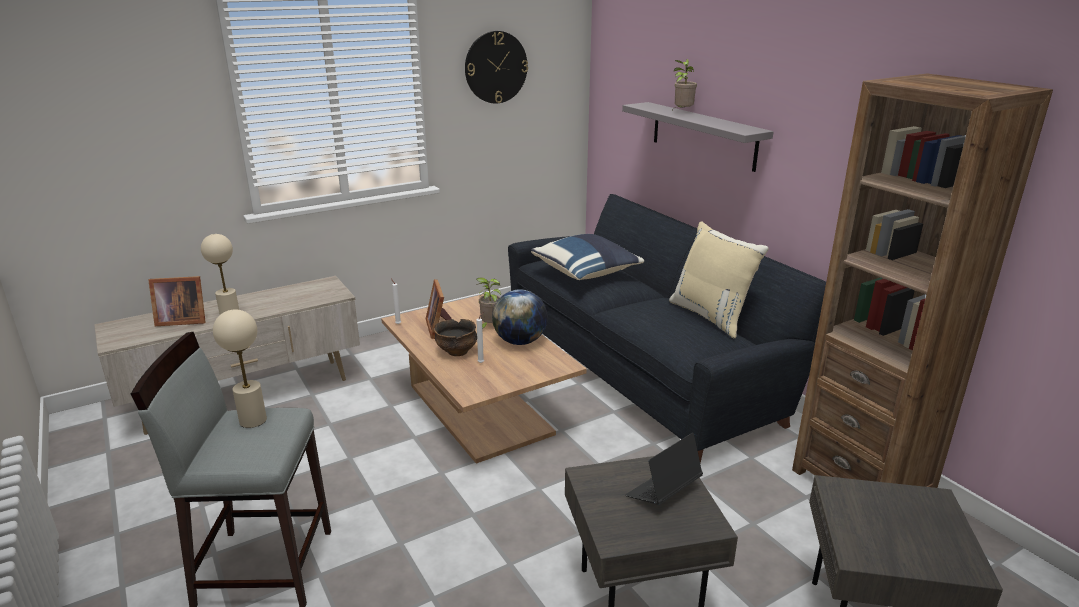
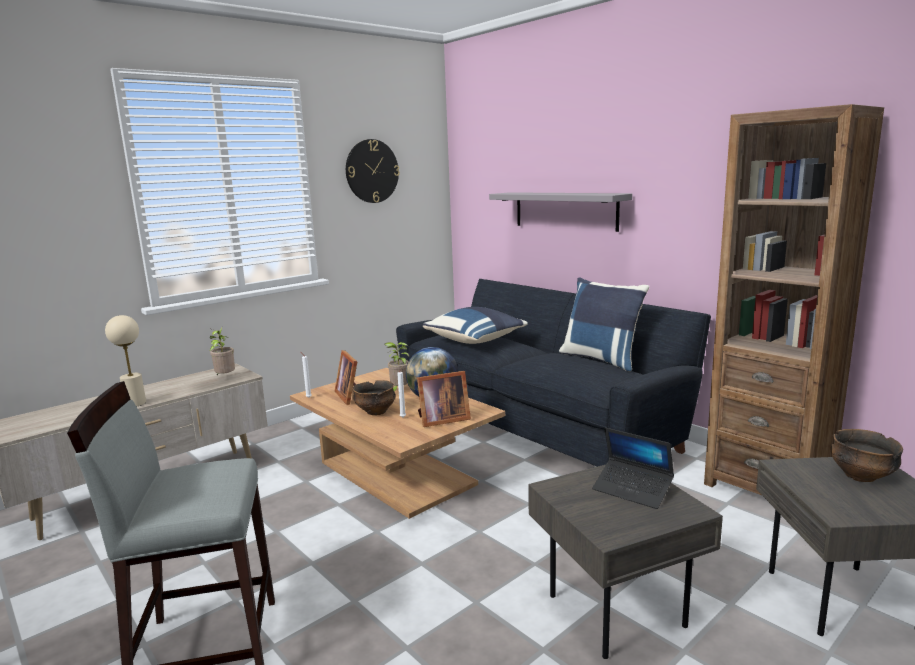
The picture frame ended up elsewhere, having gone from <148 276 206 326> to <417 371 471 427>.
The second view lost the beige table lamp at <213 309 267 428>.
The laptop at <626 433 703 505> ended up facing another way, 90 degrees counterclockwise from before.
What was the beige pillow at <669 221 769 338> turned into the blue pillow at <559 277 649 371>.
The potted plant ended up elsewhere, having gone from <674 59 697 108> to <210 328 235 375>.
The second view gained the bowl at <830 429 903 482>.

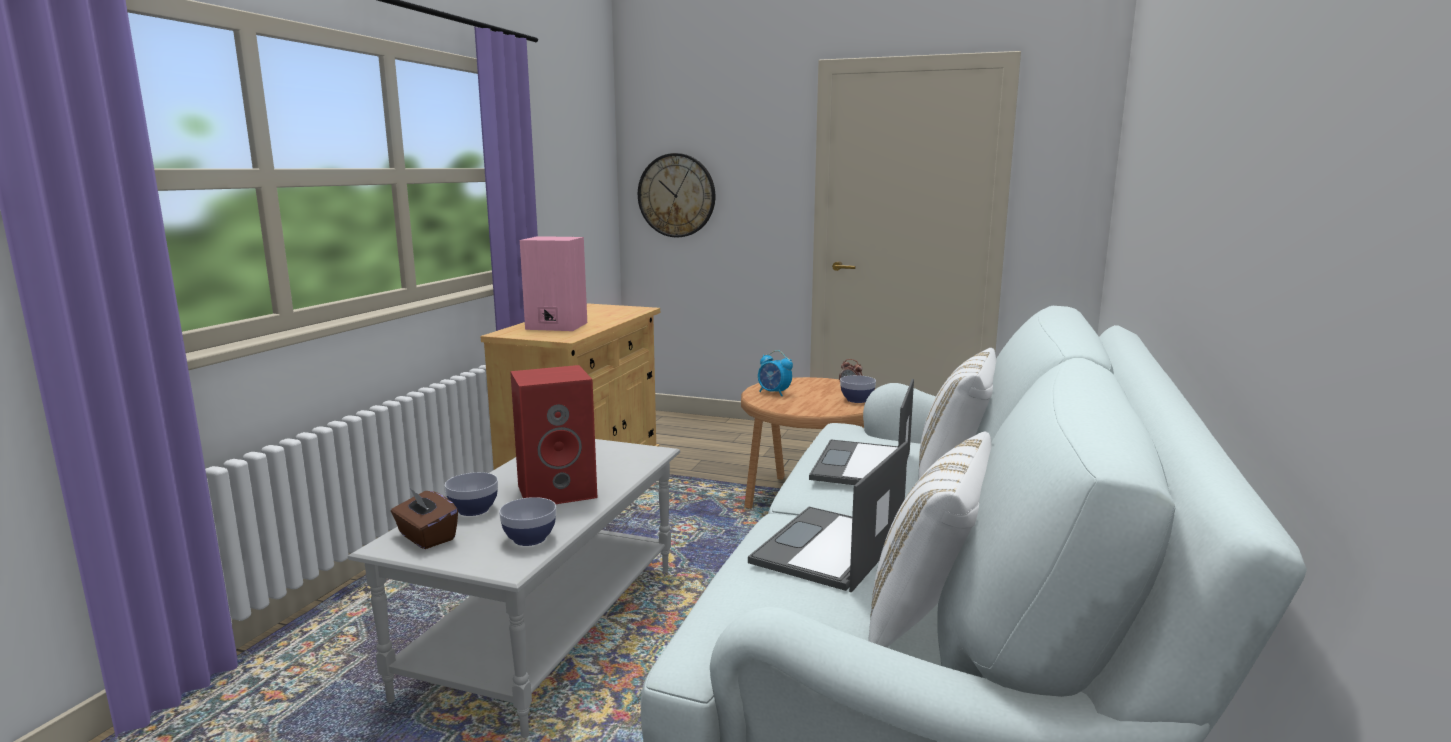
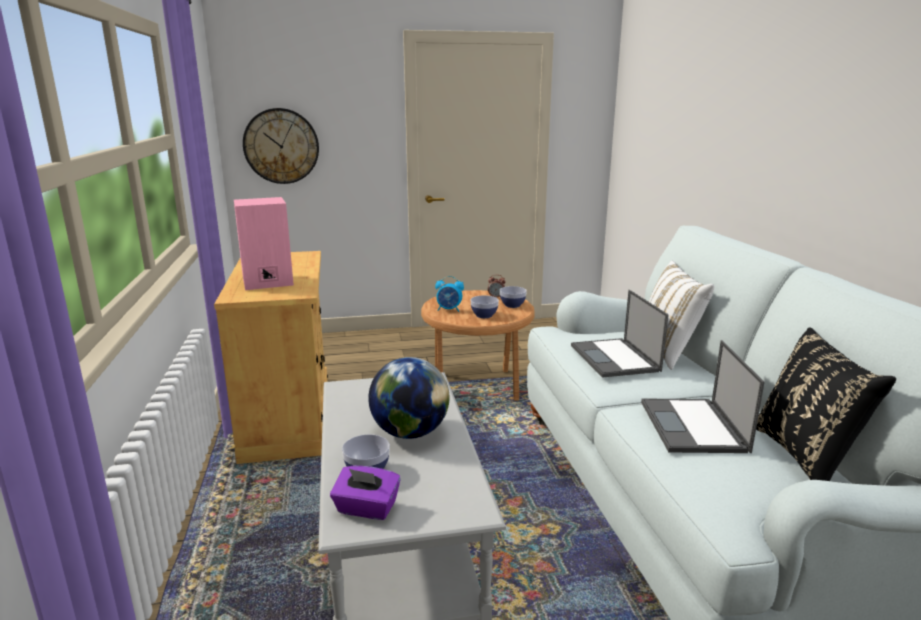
What was the brown tissue box at <391 487 458 549> turned into the purple tissue box at <330 466 401 520>.
The bowl ended up elsewhere, having gone from <499 497 556 546> to <471 295 499 318>.
Where the red speaker stood at <510 365 597 504>, the globe came to stand at <368 357 449 439>.
What was the white pillow at <868 432 992 648> turned into the black pillow at <756 327 896 481>.

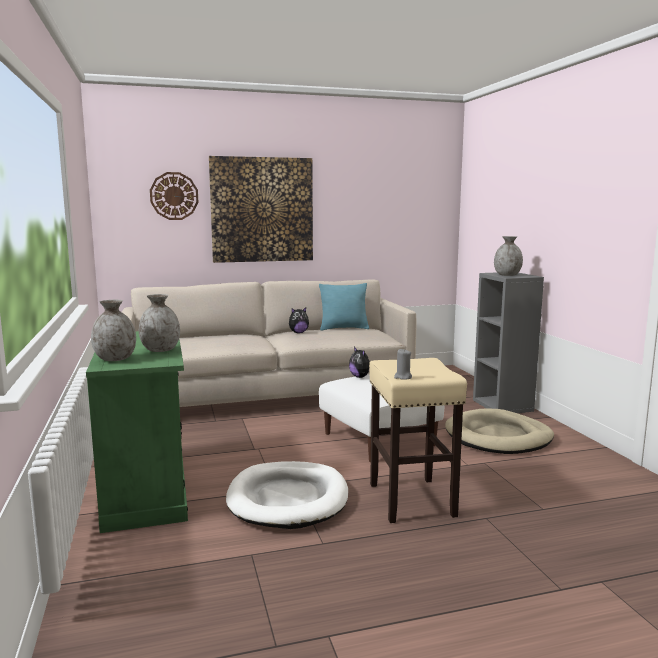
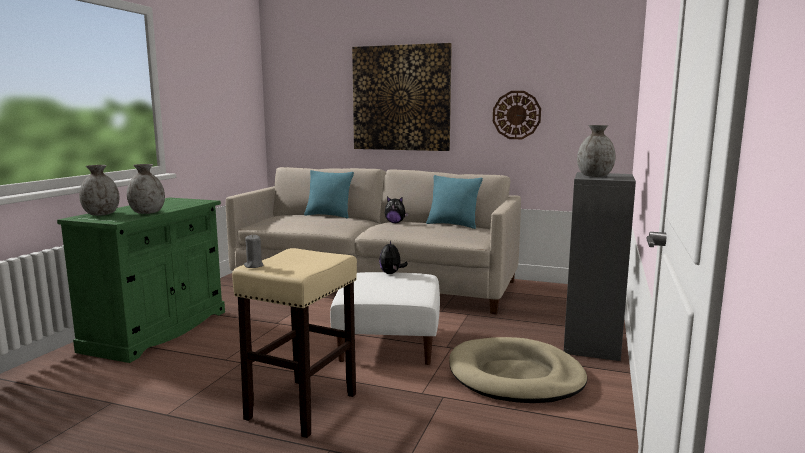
The wall clock ended up elsewhere, having gone from <150 172 198 220> to <493 91 541 139>.
The second view lost the white dog bed at <226 461 348 529>.
The second view gained the turquoise pillow at <304 170 354 218>.

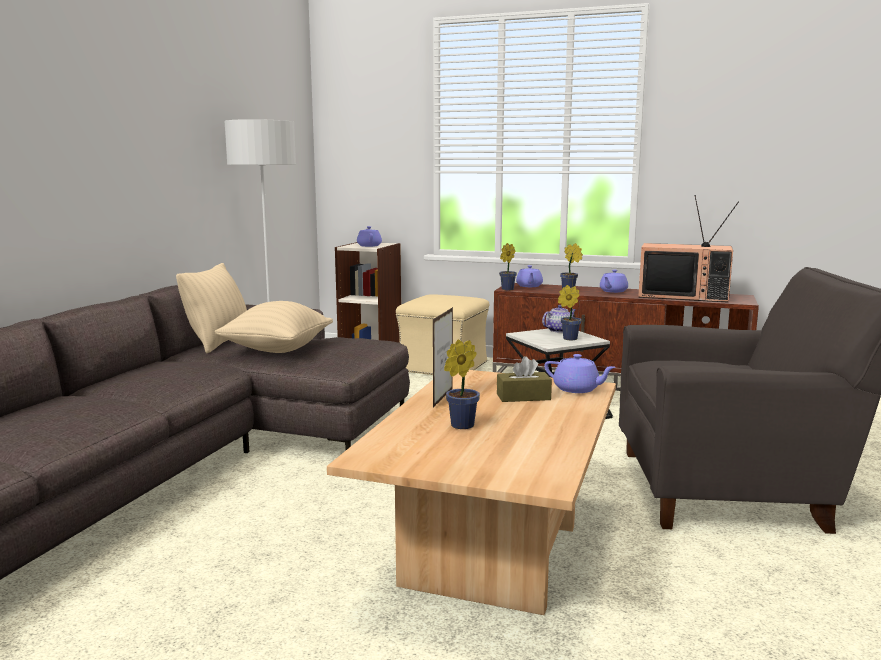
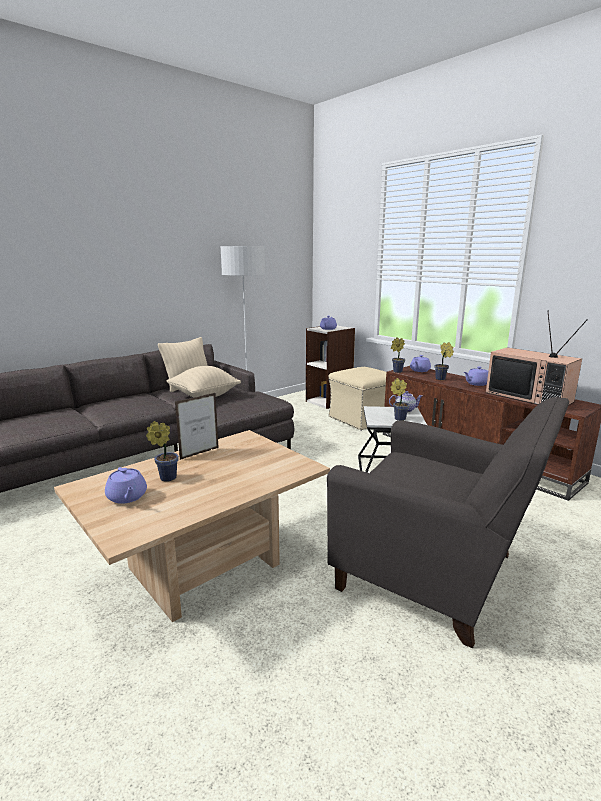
The second view lost the brown tissue box at <497 356 552 402>.
The purple teapot ended up elsewhere, having gone from <544 354 616 393> to <105 467 147 504>.

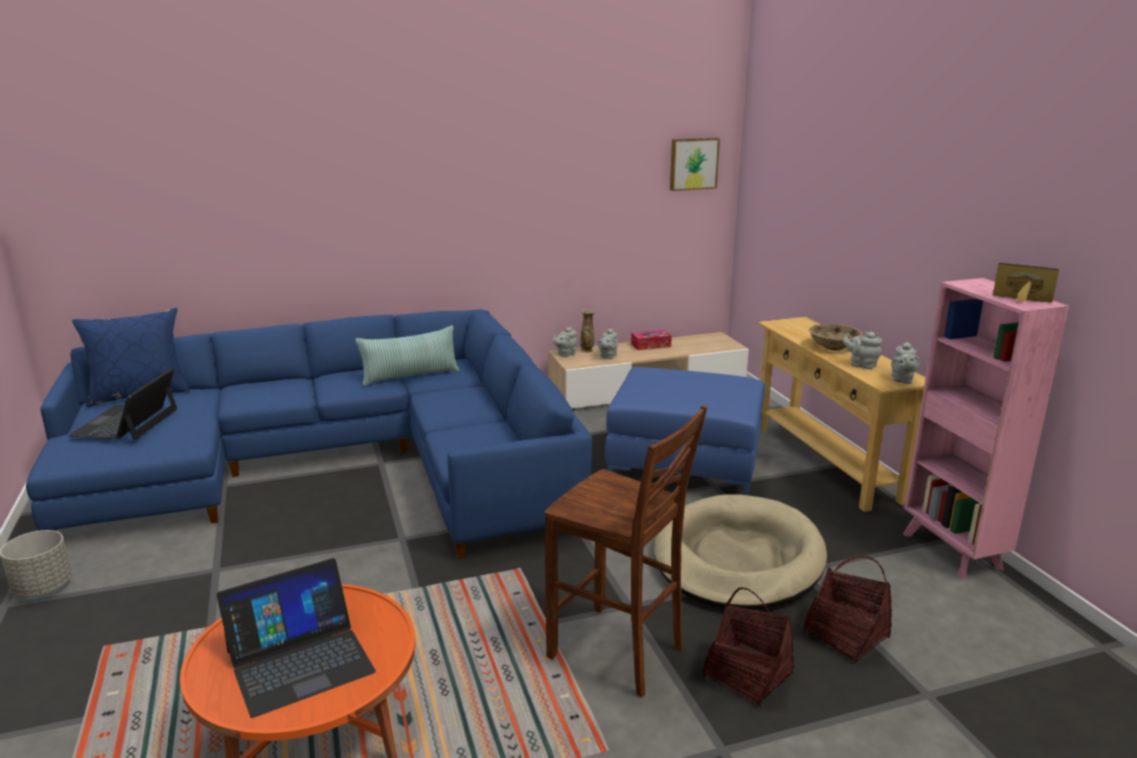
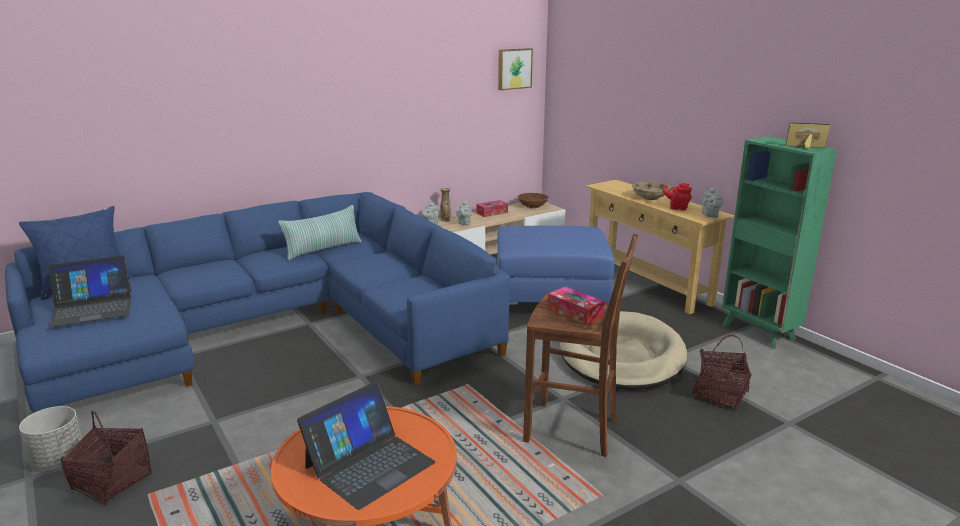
The laptop at <68 368 177 440> ended up facing another way, 105 degrees counterclockwise from before.
The basket ended up elsewhere, having gone from <703 588 794 707> to <60 411 152 506>.
What was the grey teapot at <842 332 882 369> turned into the red teapot at <663 183 692 210>.
What was the pink bookcase at <903 278 1069 579> turned into the green bookcase at <722 136 837 349>.
The second view gained the brown bowl at <518 193 549 208>.
The second view gained the tissue box at <547 286 605 325>.

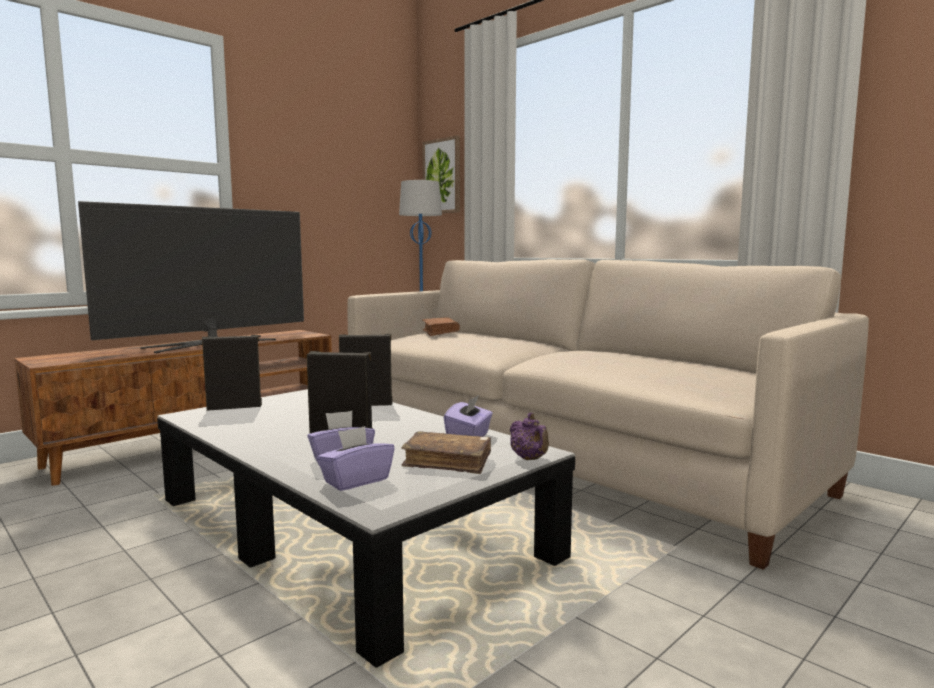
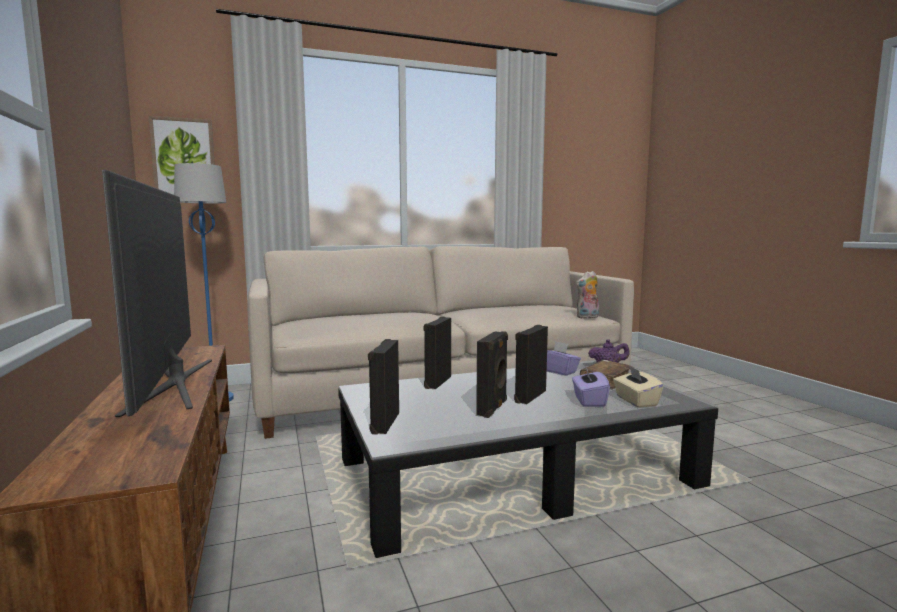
What was the purple tissue box at <317 426 395 491> turned into the beige tissue box at <613 365 664 408>.
The second view lost the brown book at <422 318 460 336>.
The second view gained the black speaker at <476 331 508 418>.
The second view gained the plush toy at <576 271 599 319>.

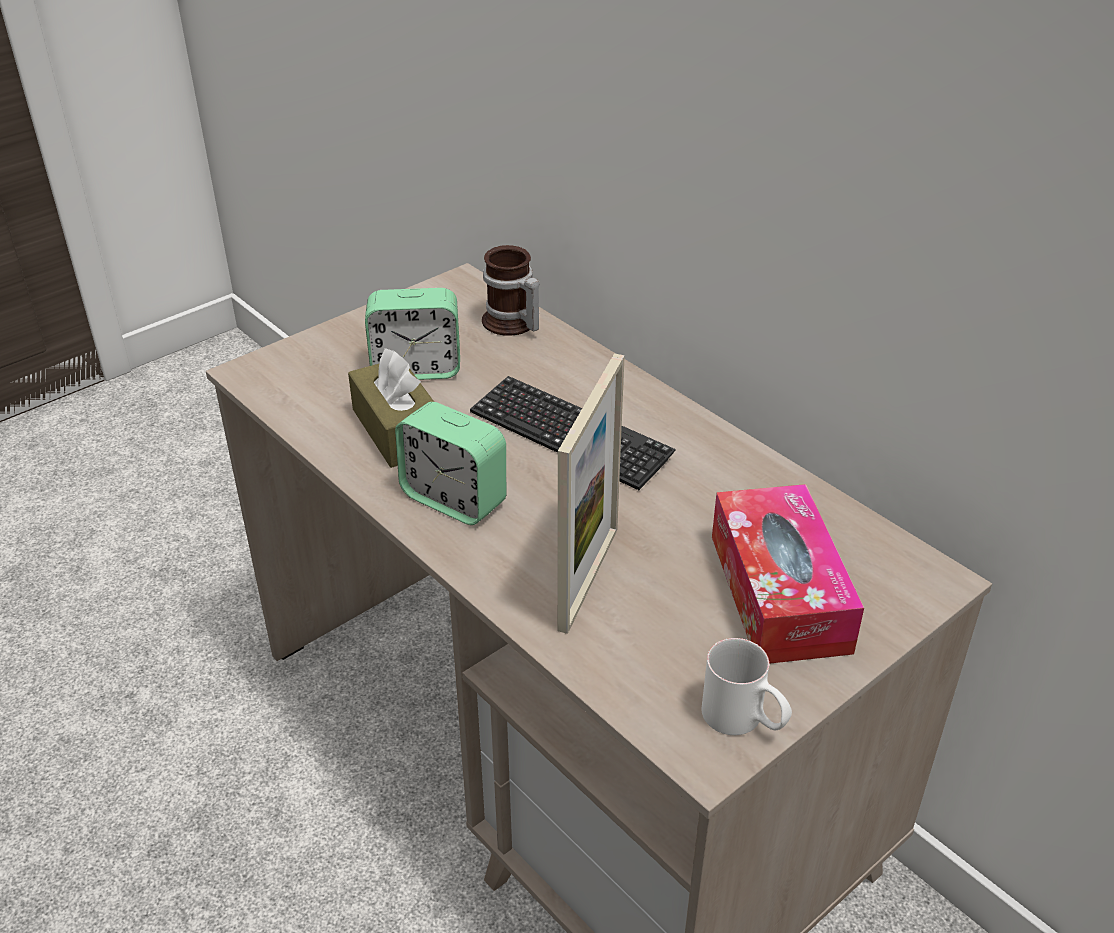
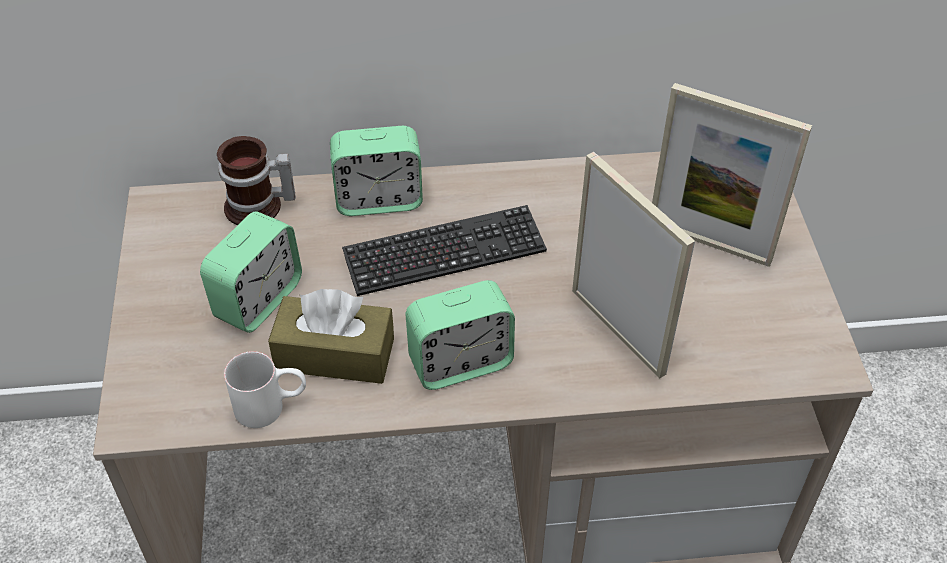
The white mug ended up elsewhere, having gone from <701 638 792 735> to <224 351 306 428>.
Where the tissue box stood at <712 484 864 664>, the picture frame came to stand at <652 83 812 267>.
The second view gained the alarm clock at <330 126 423 216>.

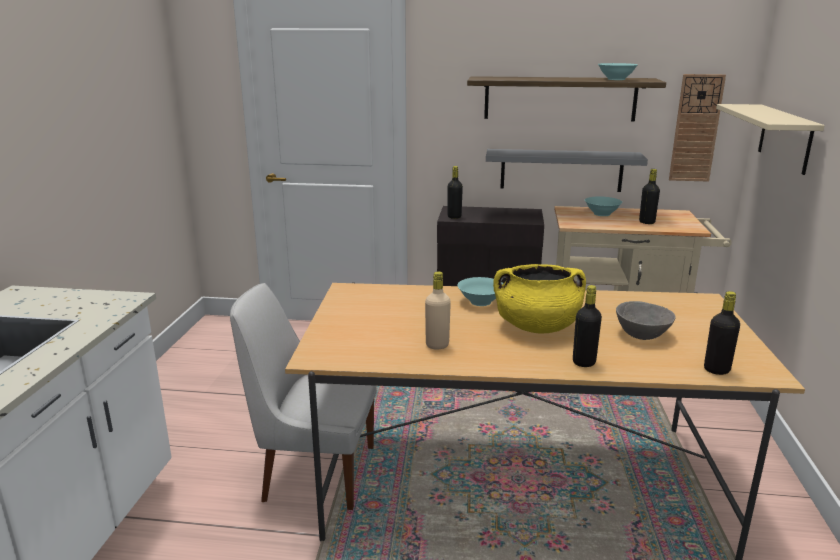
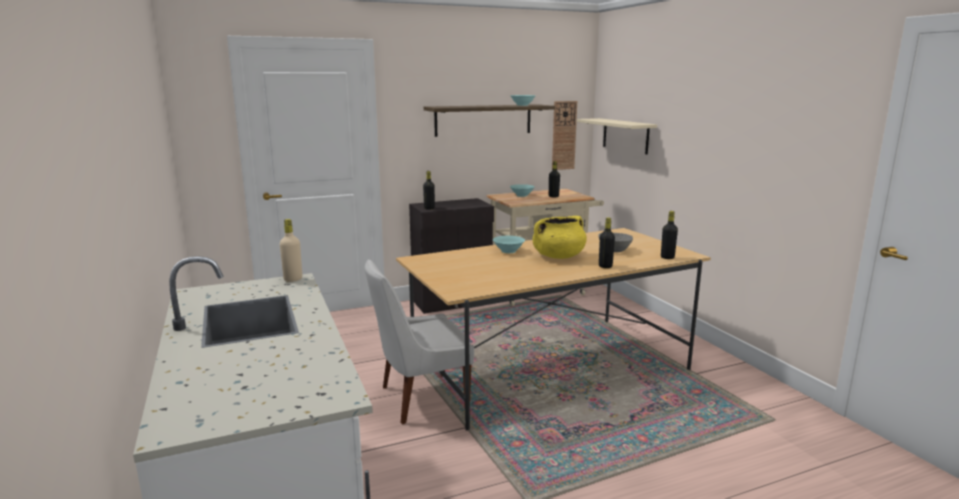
The beige bottle ended up elsewhere, having gone from <425 272 451 349> to <280 219 302 282>.
The second view lost the grey shelf at <486 149 648 192>.

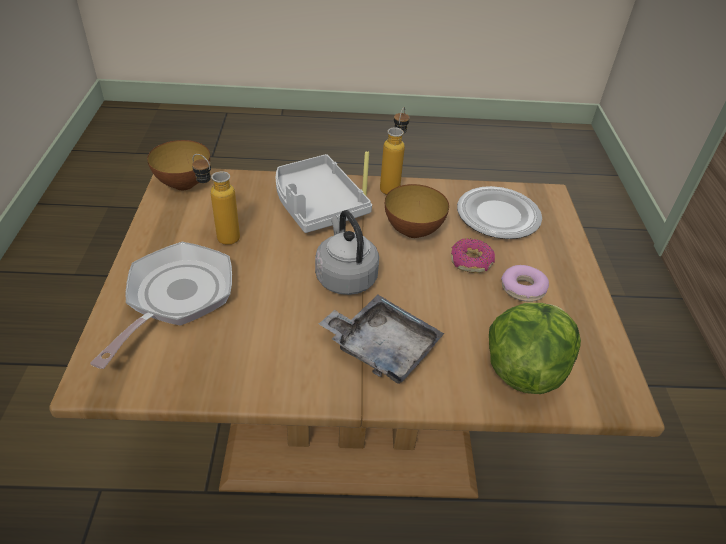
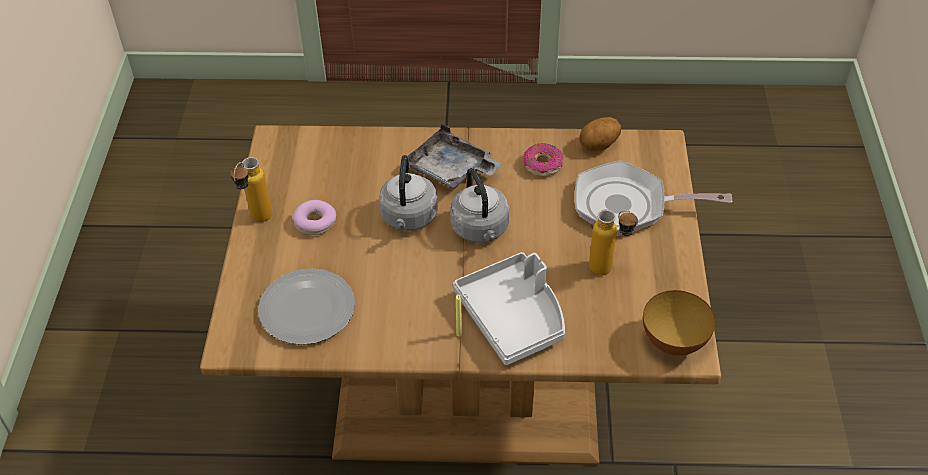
The frying pan at <90 242 232 369> ended up facing another way, 75 degrees clockwise from before.
The bottle ended up elsewhere, having gone from <380 107 410 195> to <231 157 272 222>.
The second view lost the bowl at <385 184 449 238>.
The donut ended up elsewhere, having gone from <451 238 495 273> to <523 143 564 177>.
The second view lost the lettuce at <489 303 581 394>.
The second view gained the grey kettle at <379 155 438 231>.
The second view gained the potato at <579 117 621 151>.

